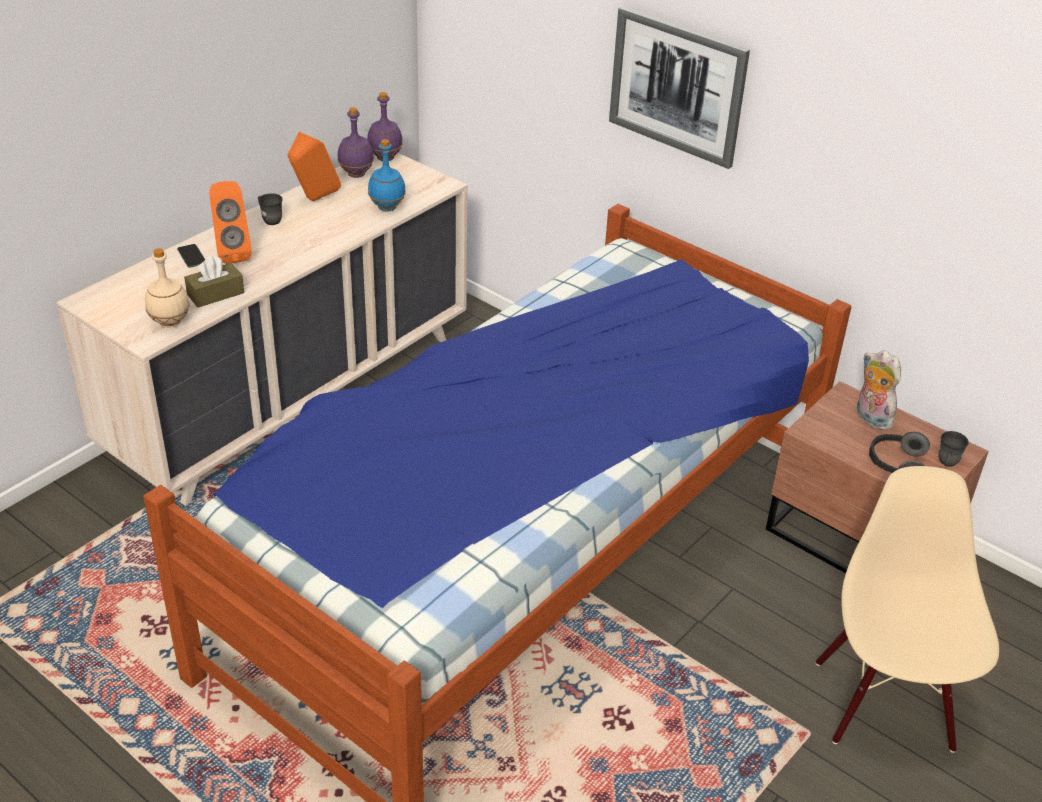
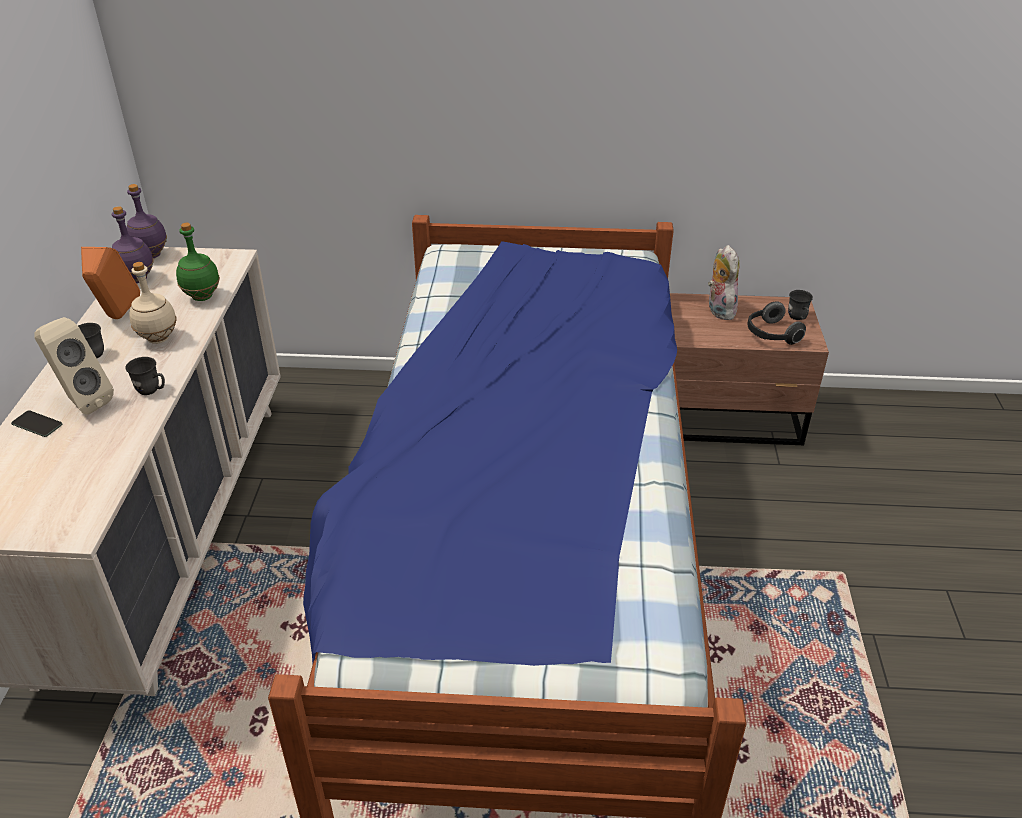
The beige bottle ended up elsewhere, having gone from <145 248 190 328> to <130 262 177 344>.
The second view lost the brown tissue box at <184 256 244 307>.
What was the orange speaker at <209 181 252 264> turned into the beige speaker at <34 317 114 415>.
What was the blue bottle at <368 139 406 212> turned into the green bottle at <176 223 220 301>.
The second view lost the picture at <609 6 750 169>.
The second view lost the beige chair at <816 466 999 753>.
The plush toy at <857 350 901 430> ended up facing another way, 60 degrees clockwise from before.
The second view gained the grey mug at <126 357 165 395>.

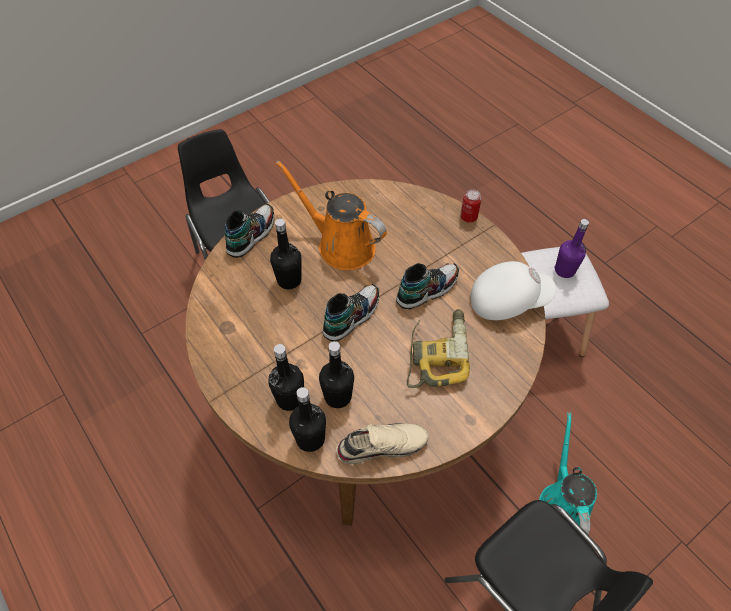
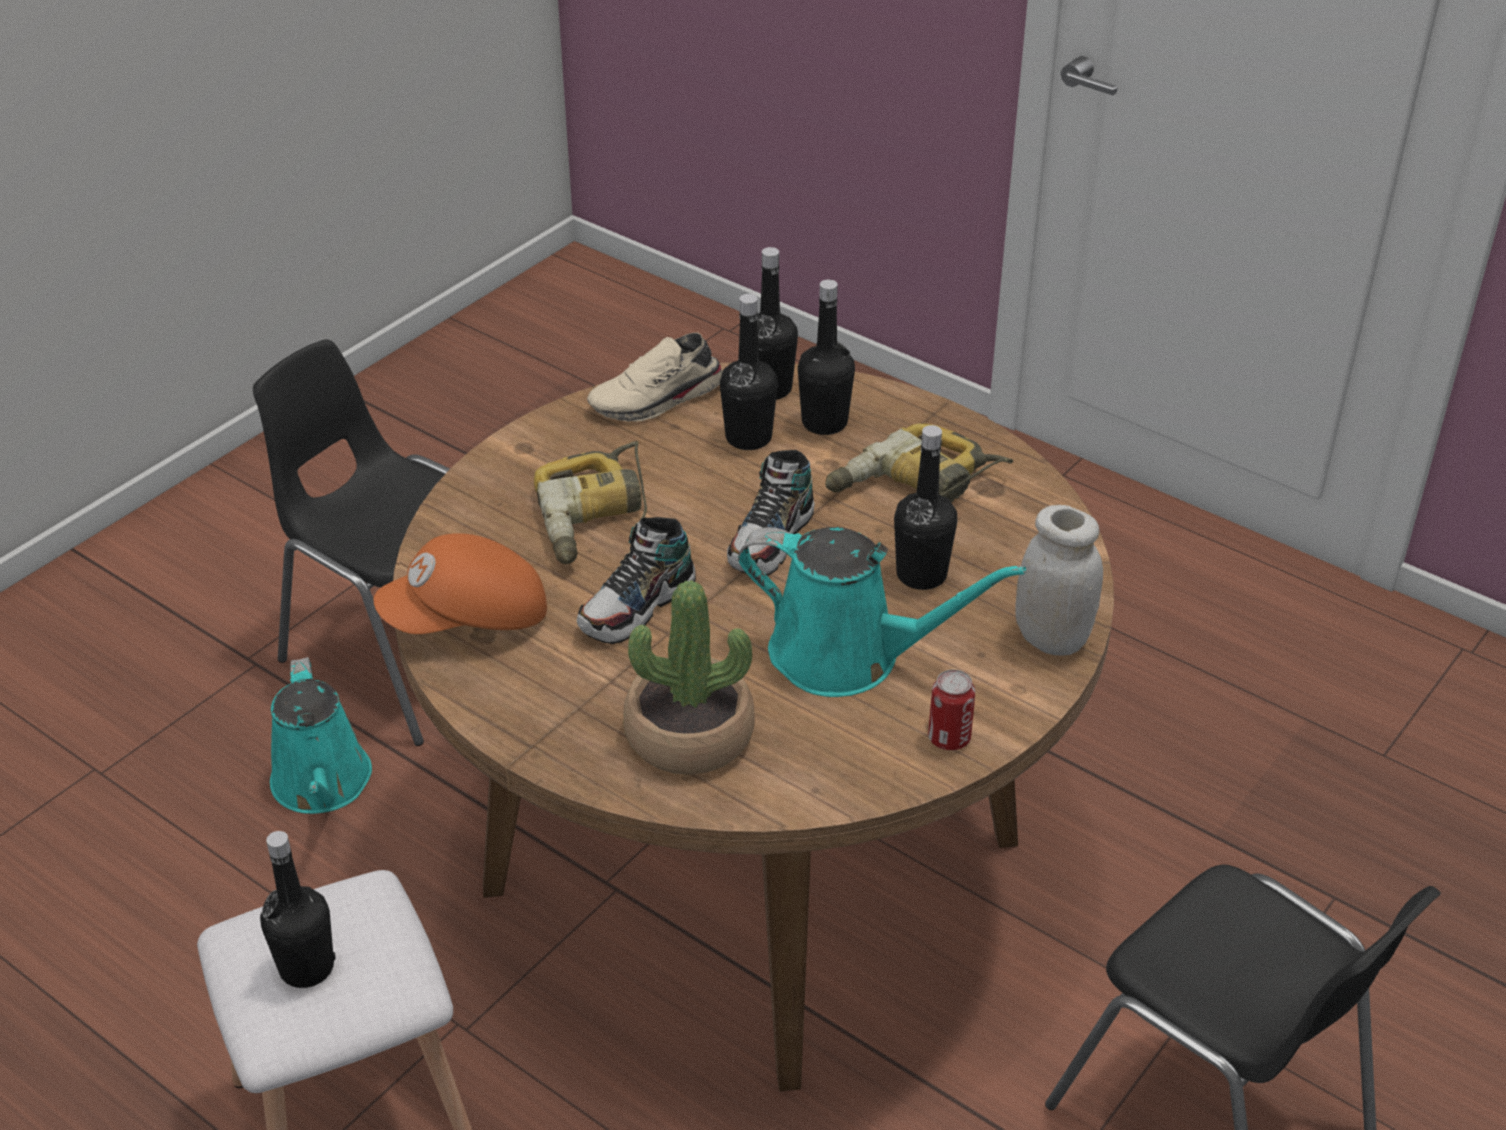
Where the shoe stood at <225 204 274 258>, the white jar came to stand at <1015 505 1103 656>.
What was the orange watering can at <276 160 387 270> turned into the turquoise watering can at <738 527 1026 697>.
The can ended up elsewhere, having gone from <460 189 481 223> to <928 670 975 750>.
What was the white cap at <470 261 556 320> turned into the orange cap at <374 533 547 634>.
What was the purple bottle at <554 219 589 278> turned into the black bottle at <260 831 336 988>.
The second view gained the potted plant at <624 580 755 775>.
The second view gained the power drill at <825 423 1013 502>.

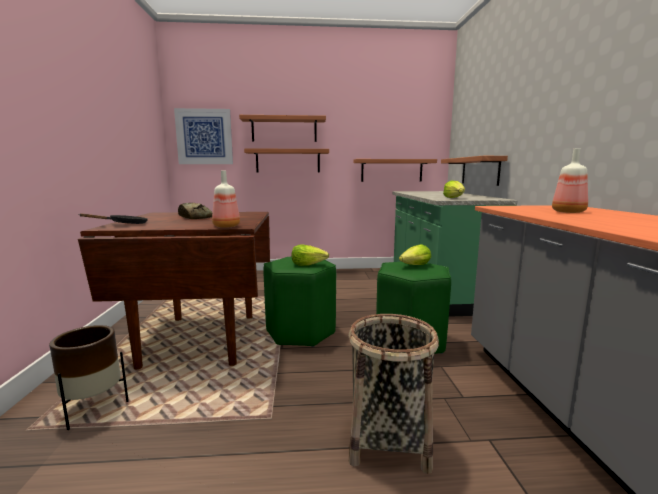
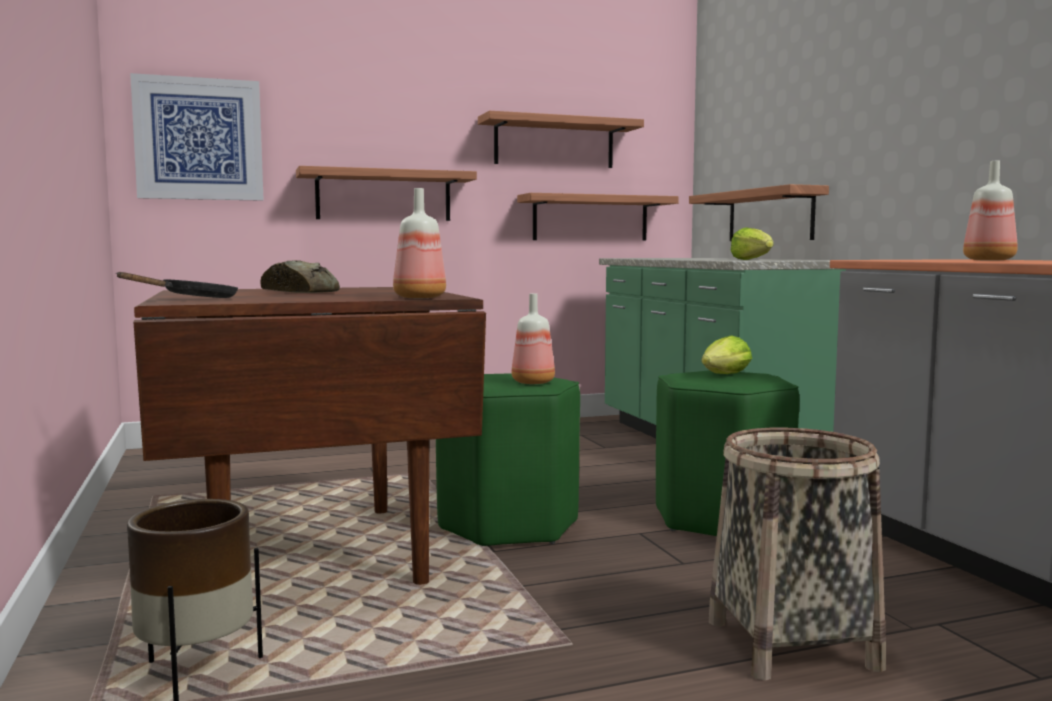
The shelf ended up elsewhere, having gone from <239 115 326 142> to <478 111 644 168>.
Where the lettuce stood at <292 245 329 266>, the bottle came to stand at <512 293 555 384>.

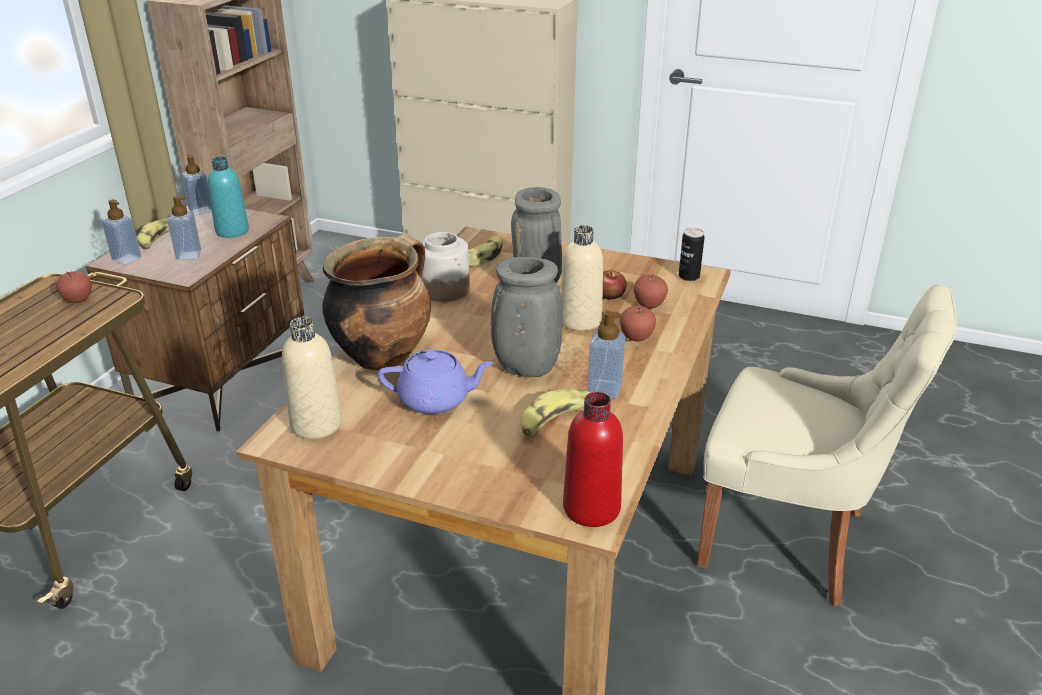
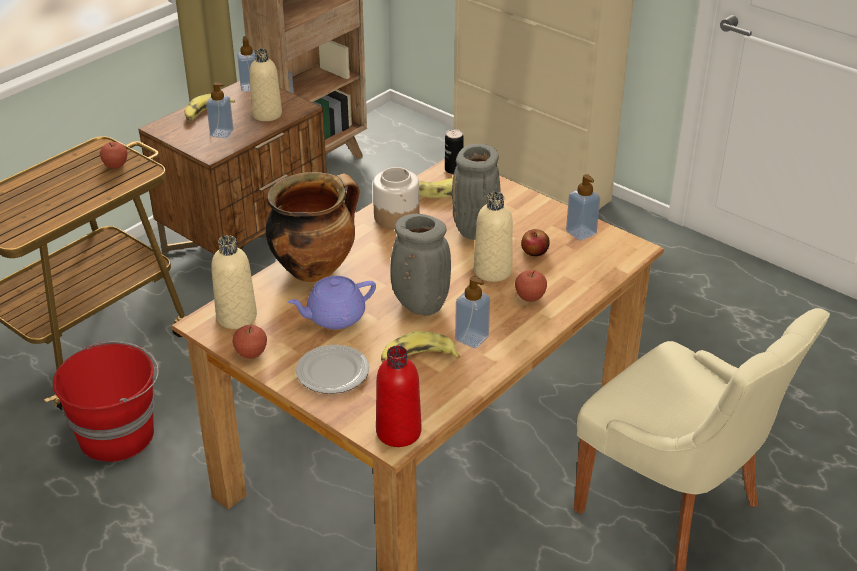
The soap dispenser ended up elsewhere, having gone from <102 199 142 265> to <566 174 600 241>.
What was the turquoise bottle at <208 156 249 238> turned into the beige bottle at <249 49 282 121>.
The purple teapot at <378 350 493 414> ended up facing another way, 135 degrees clockwise from before.
The apple ended up elsewhere, having gone from <634 274 668 309> to <233 325 267 359>.
The can ended up elsewhere, having gone from <679 228 705 281> to <445 129 464 174>.
The second view gained the red bucket at <53 341 159 462>.
The second view gained the plate at <296 345 369 394>.

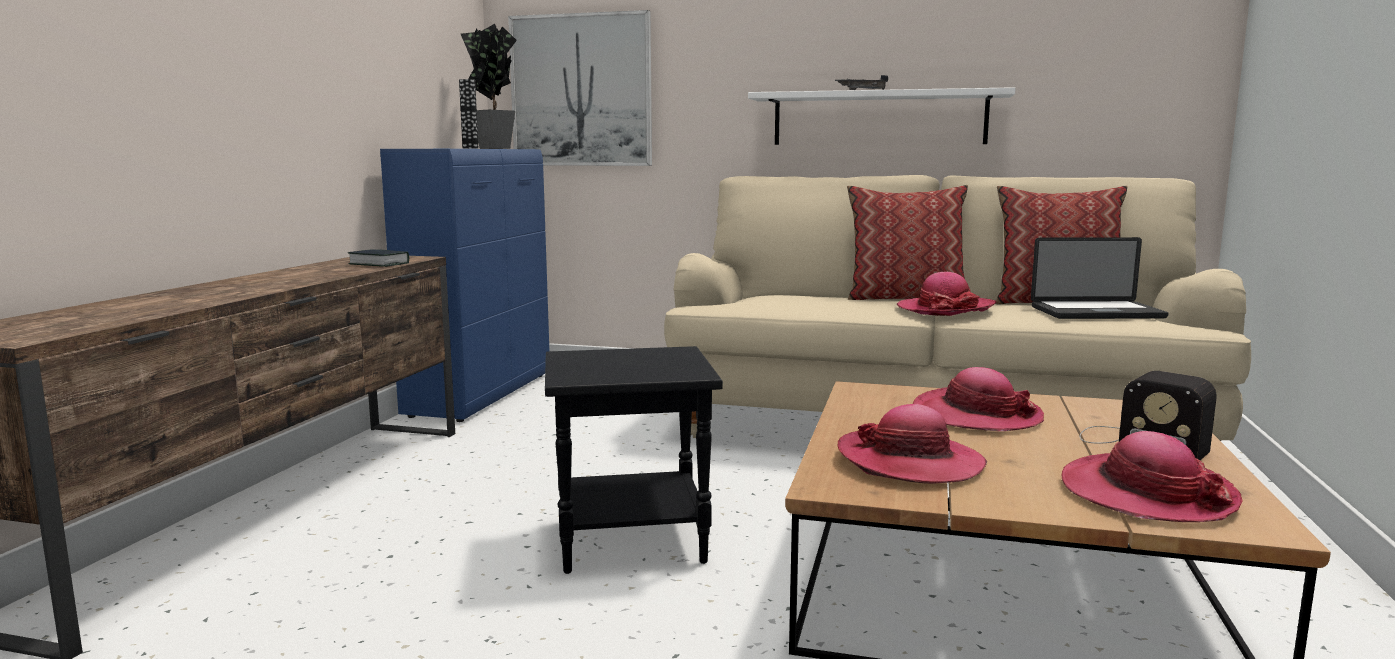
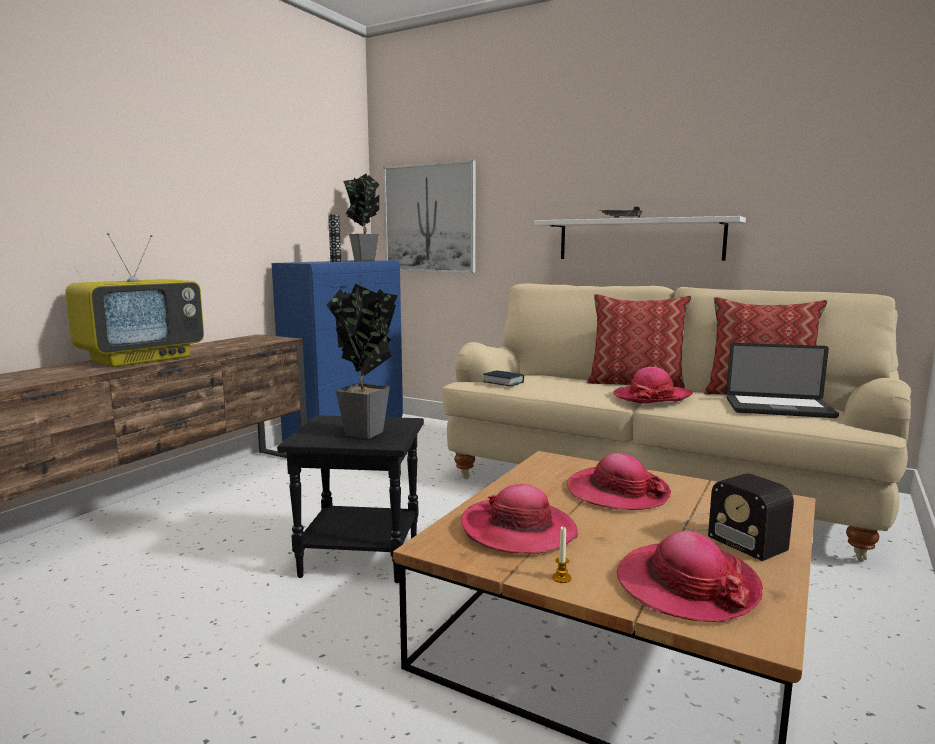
The book ended up elsewhere, having gone from <348 249 409 267> to <483 370 524 386>.
The second view gained the television at <65 233 204 367>.
The second view gained the potted plant at <326 284 398 439>.
The second view gained the candle at <552 526 571 583>.

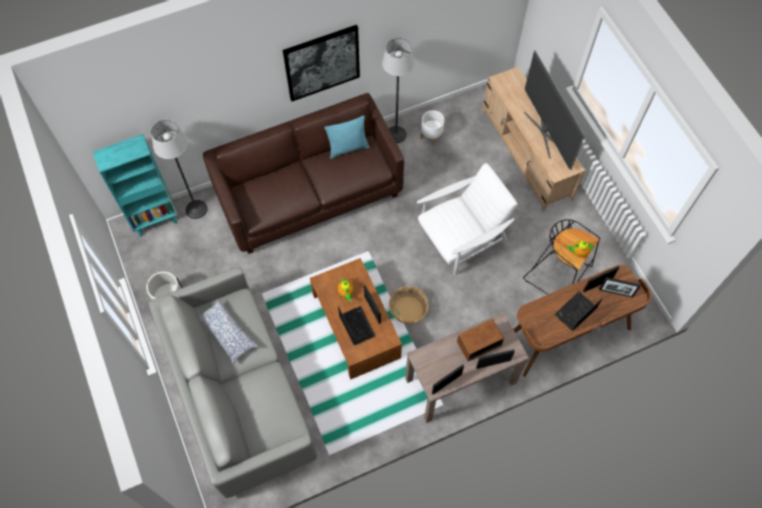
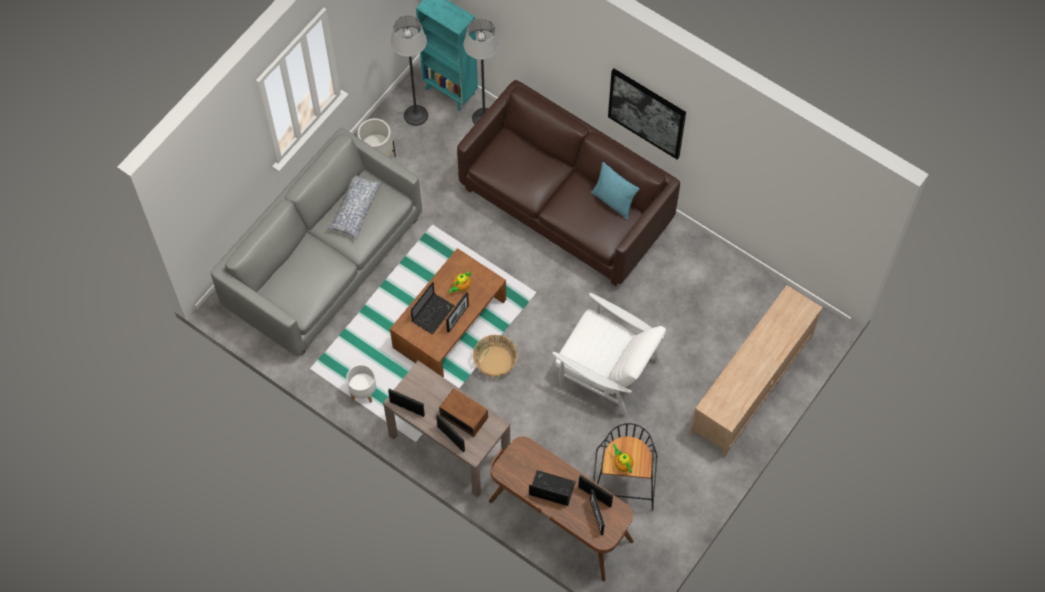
The floor lamp ended up elsewhere, having gone from <382 38 415 144> to <391 15 428 126>.
The white planter ended up elsewhere, having gone from <420 110 444 146> to <346 365 376 403>.
The second view lost the television at <524 50 585 170>.

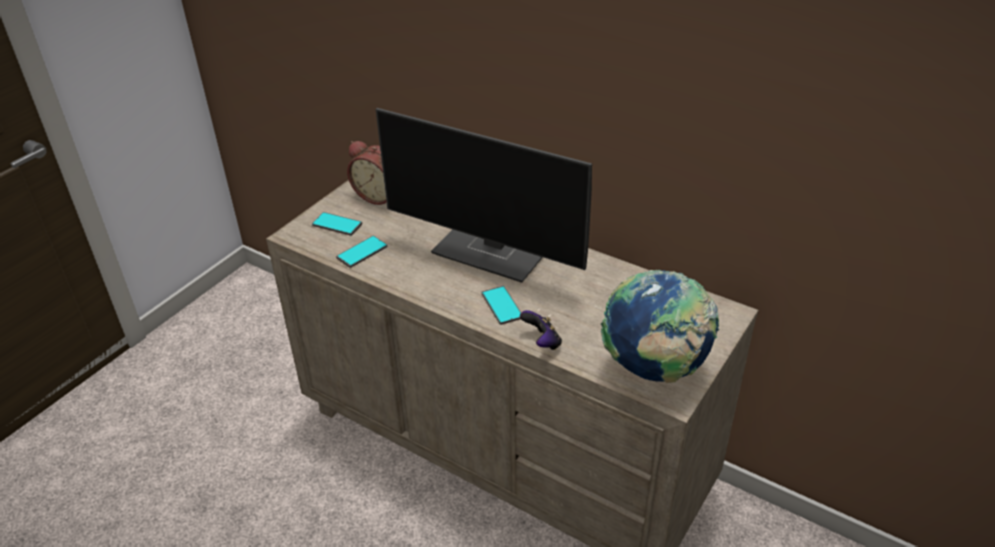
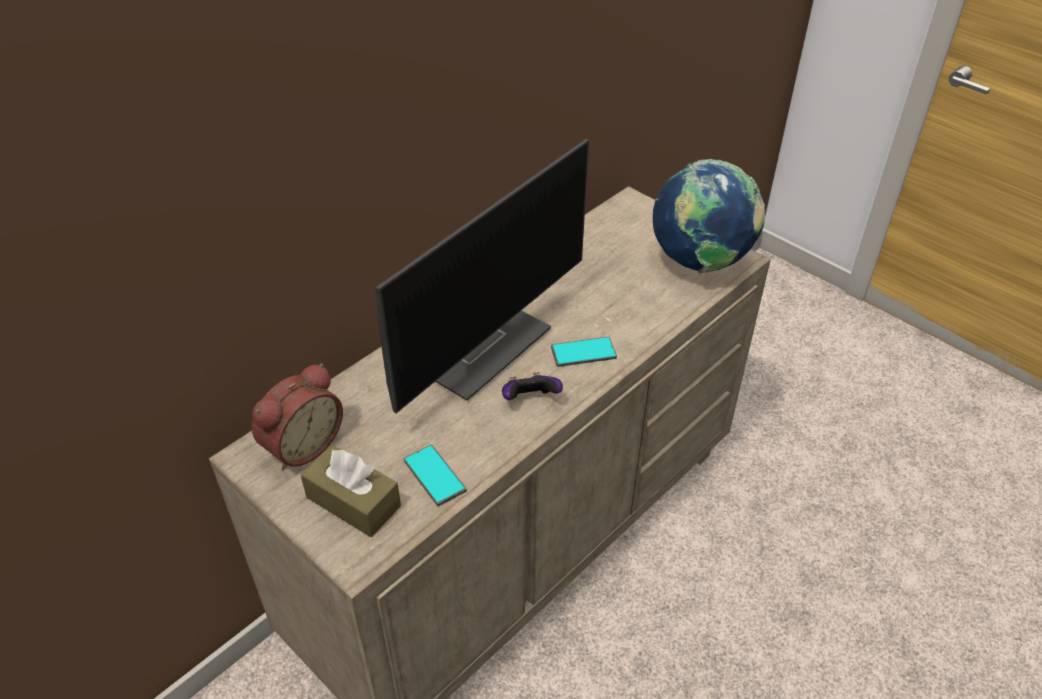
Where the phone stood at <312 212 362 236>, the brown tissue box came to stand at <300 445 401 537>.
The game controller ended up elsewhere, having gone from <520 310 562 350> to <502 372 563 400>.

